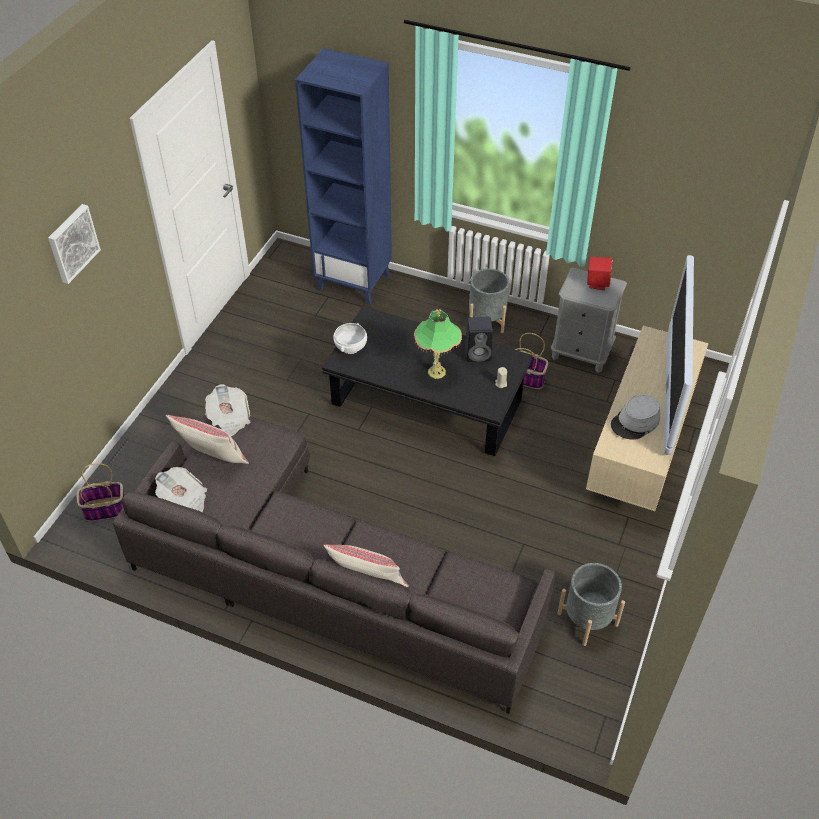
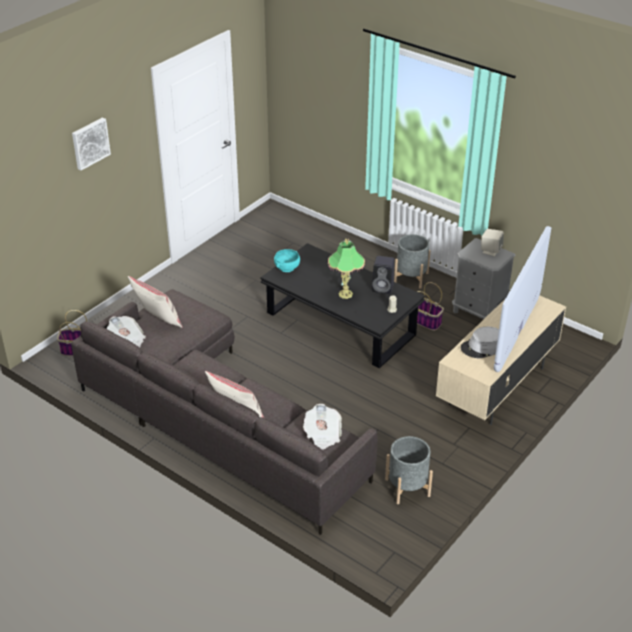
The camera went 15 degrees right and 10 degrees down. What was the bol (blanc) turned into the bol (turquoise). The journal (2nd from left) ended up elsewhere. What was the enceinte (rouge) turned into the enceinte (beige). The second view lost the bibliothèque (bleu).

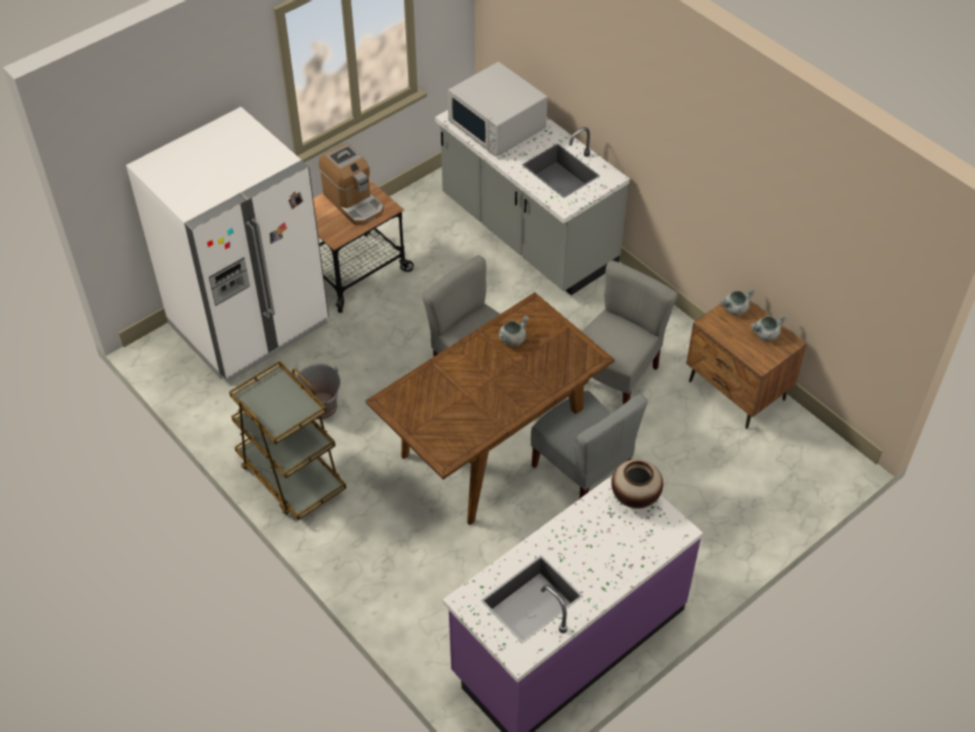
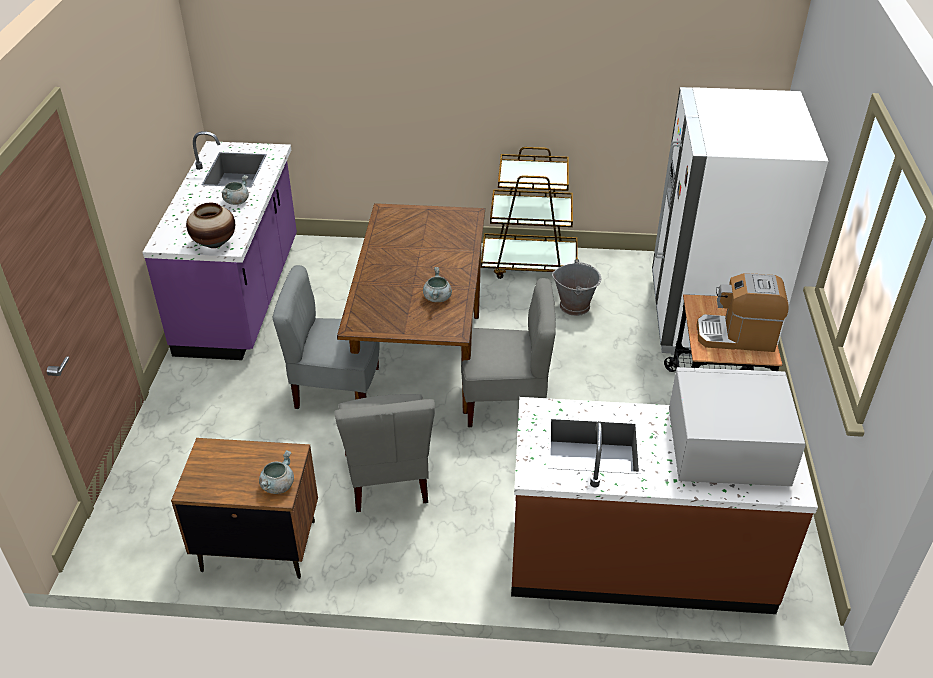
The camera went 135 degrees right and 10 degrees down. The marmite (gris) (3rd from left in the first image) ended up elsewhere. What was the comptoir de cuisine (gris) turned into the comptoir de cuisine (marron).

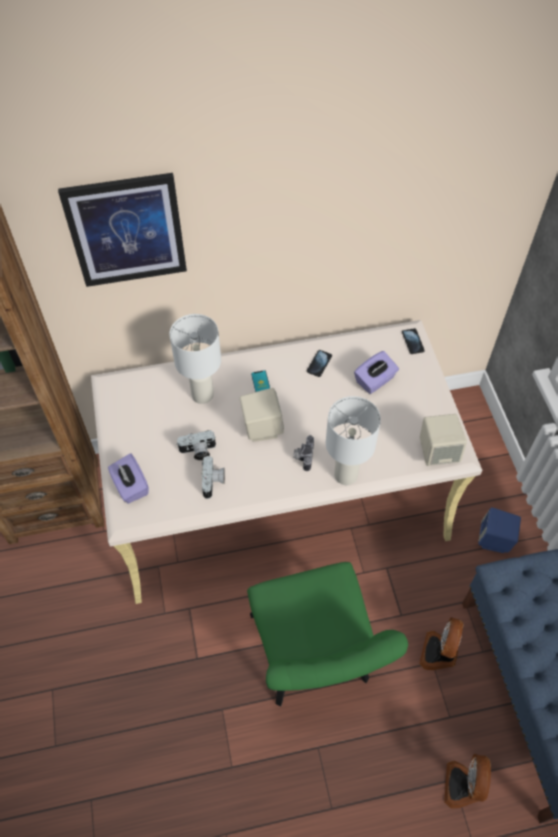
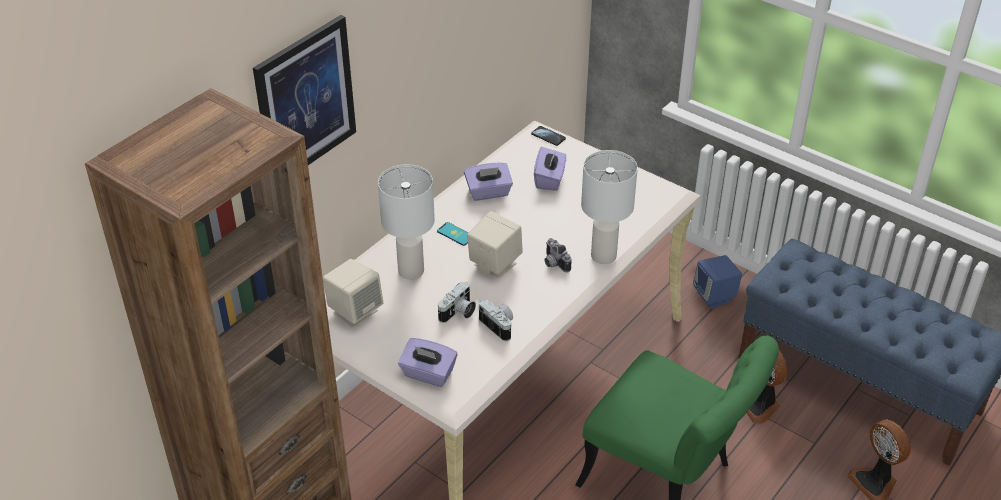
The camera went 40 degrees left and 15 degrees down. The enceinte (beige) (2nd from left in the first image) ended up elsewhere. Where the téléphone (2nd from left) stood, the boîte à mouchoirs (violet) (2nd from left) came to stand.

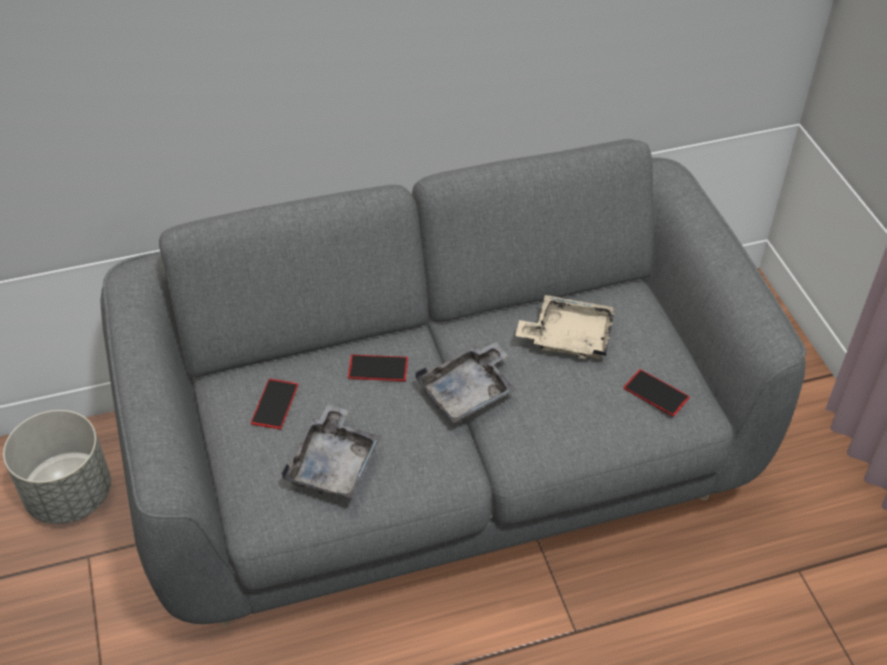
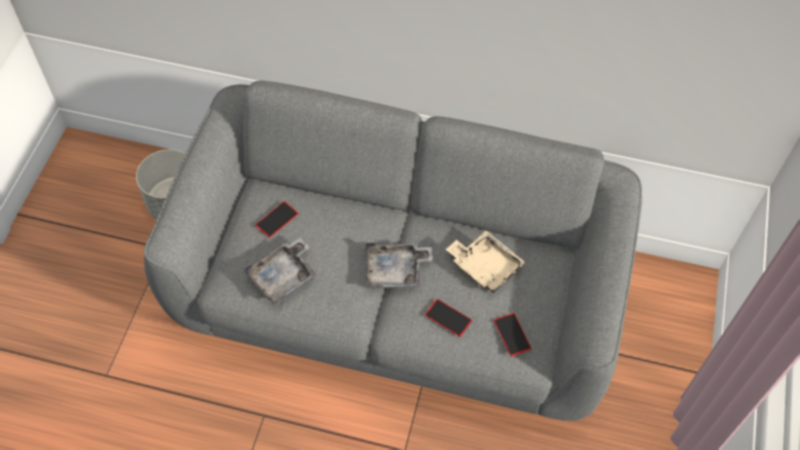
The camera went 30 degrees right and 10 degrees up. The téléphone (2nd from left) ended up elsewhere.

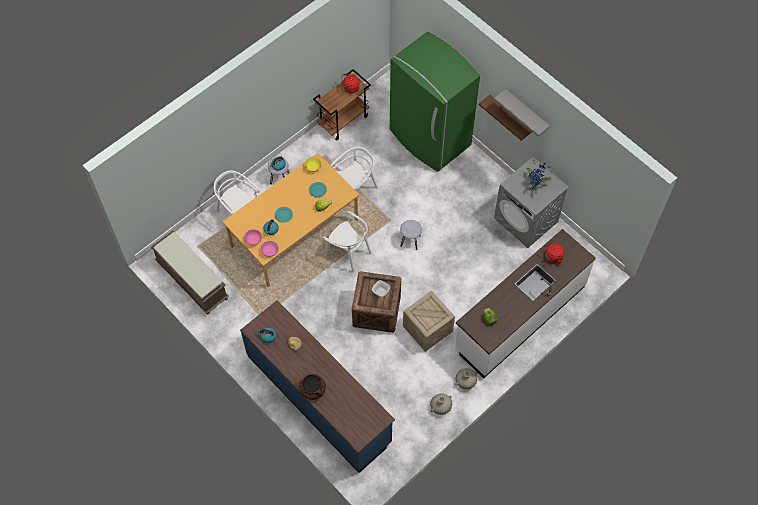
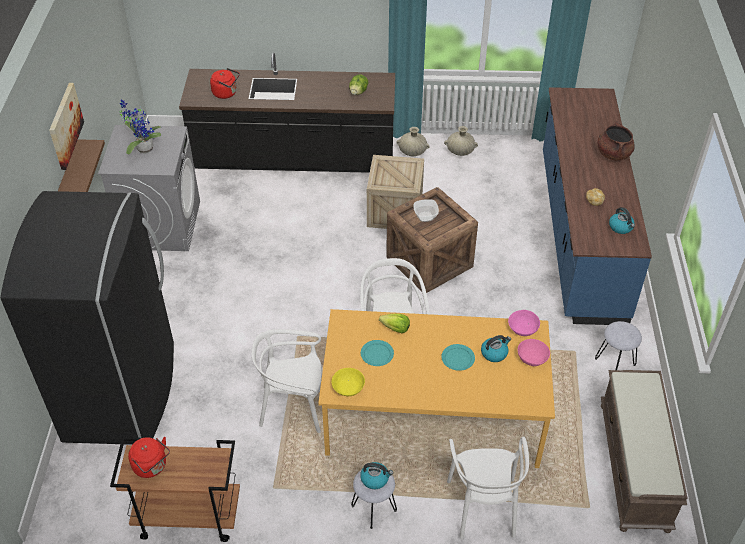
The camera went 135 degrees left and 15 degrees down. What was the réfrigérateur (vert) turned into the réfrigérateur (noir). Where the étagère (gris) hung, the tableau came to hang. What was the comptoir de cuisine (blanc) turned into the comptoir de cuisine (noir). The tabouret (gris) (2nd from left) ended up elsewhere.

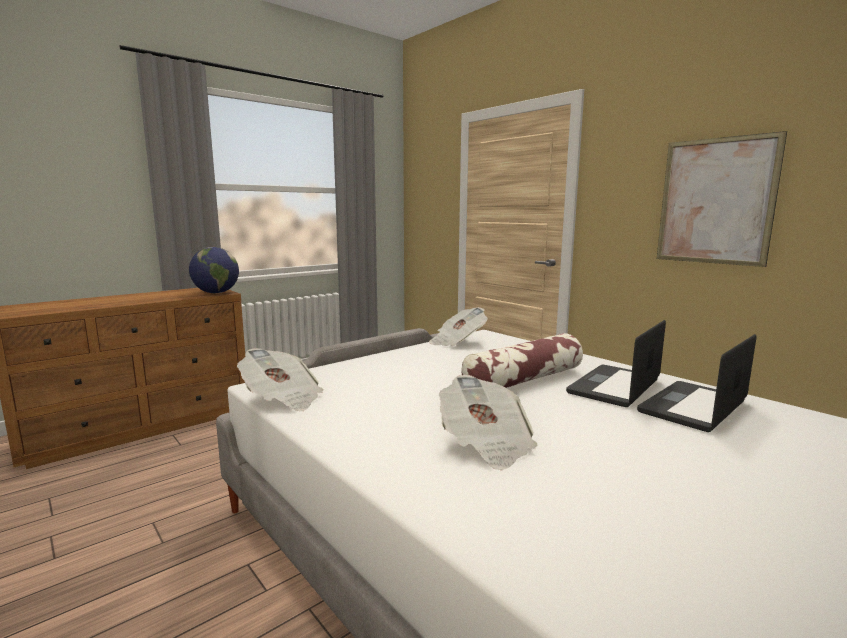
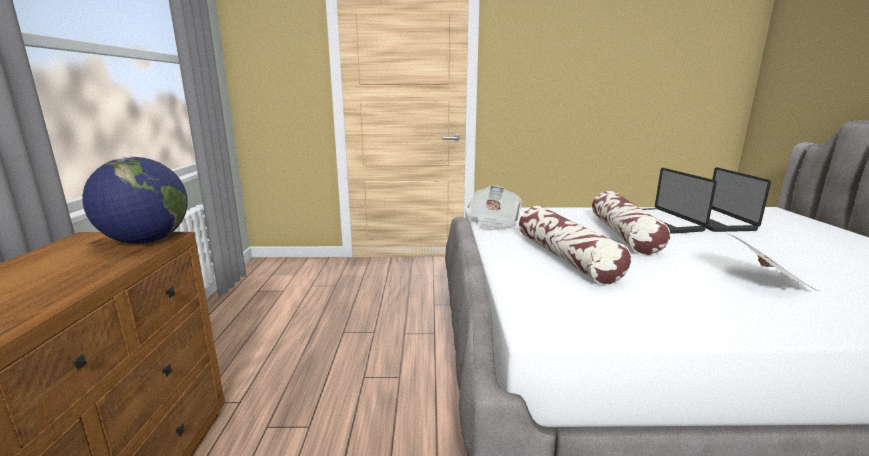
The camera went 50 degrees left and 5 degrees up. The second view gained the coussin (1st from left). The second view lost the journal (1st from left). The second view lost the tableau.

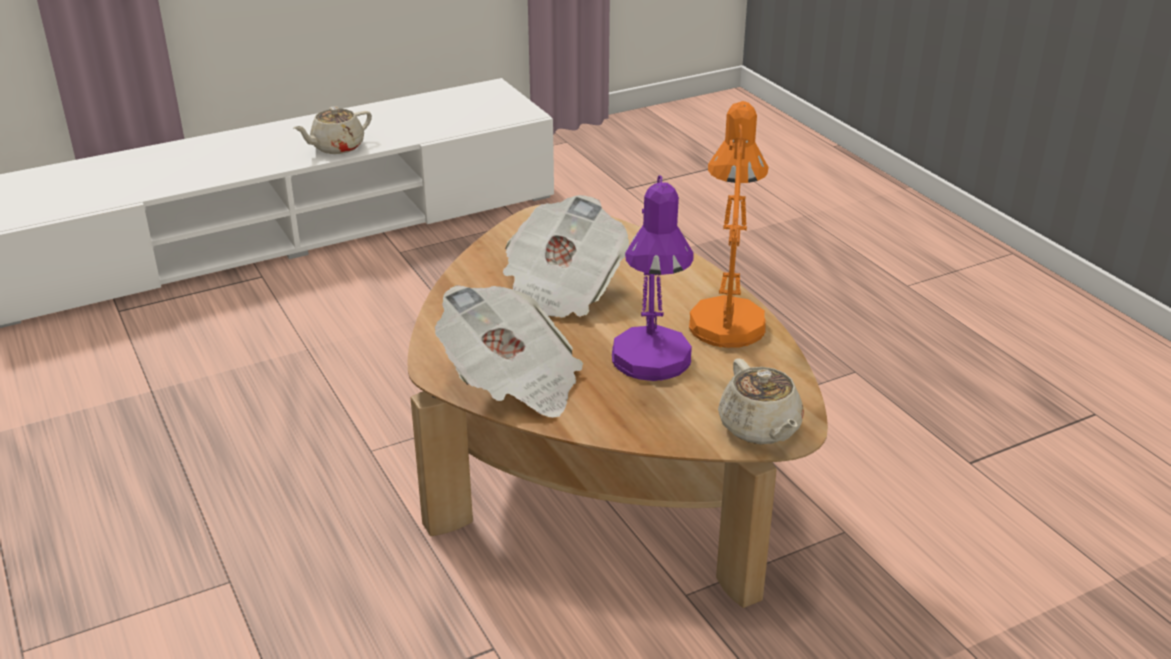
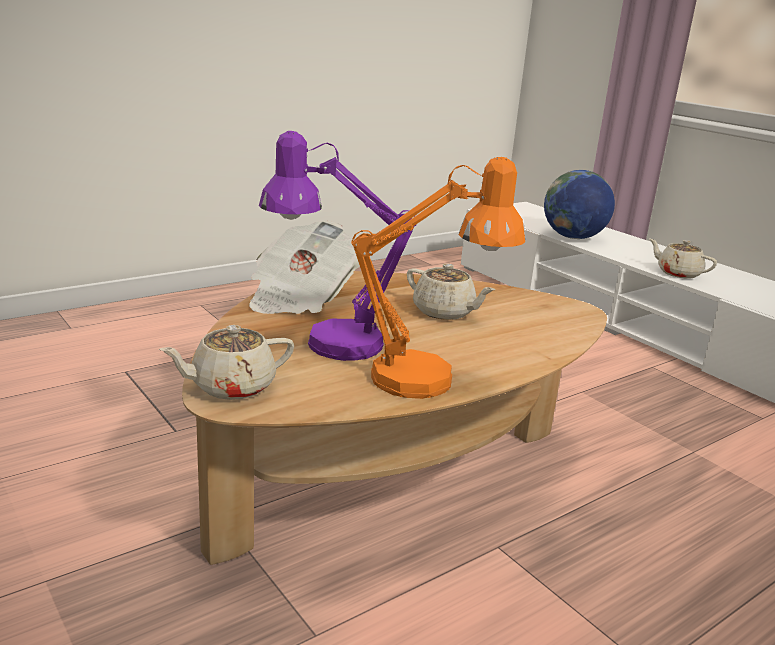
The camera went 80 degrees right and 10 degrees down. Where the journal (2nd from left) stood, the théière (beige) (2nd from left) came to stand. The second view gained the globe.

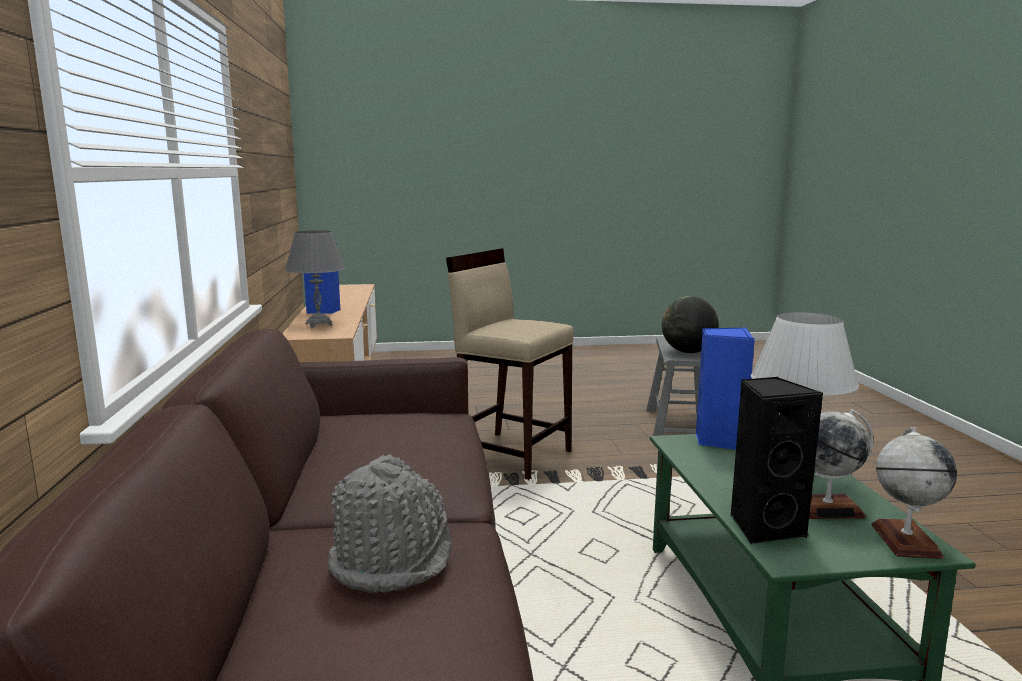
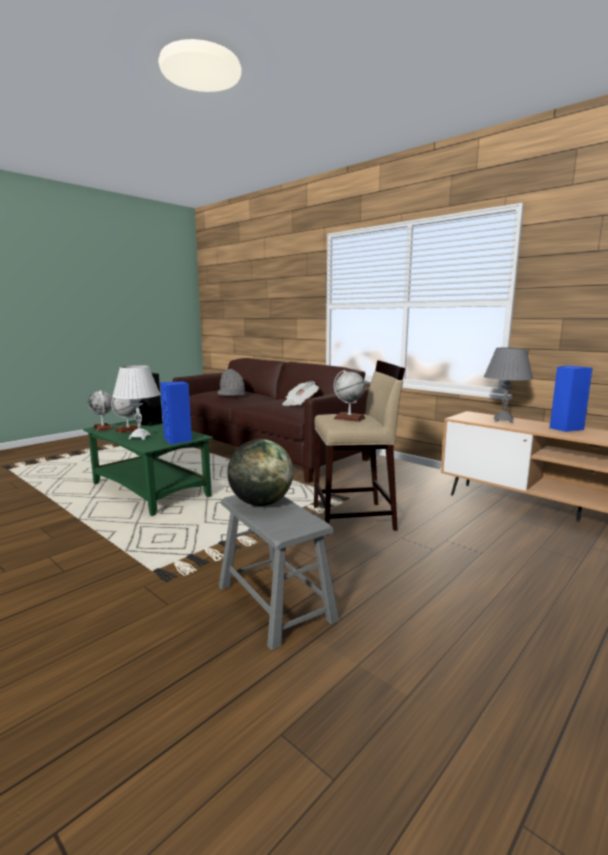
The camera went 140 degrees right and 0 degrees up. The second view gained the journal. The second view gained the globe (4th from left).

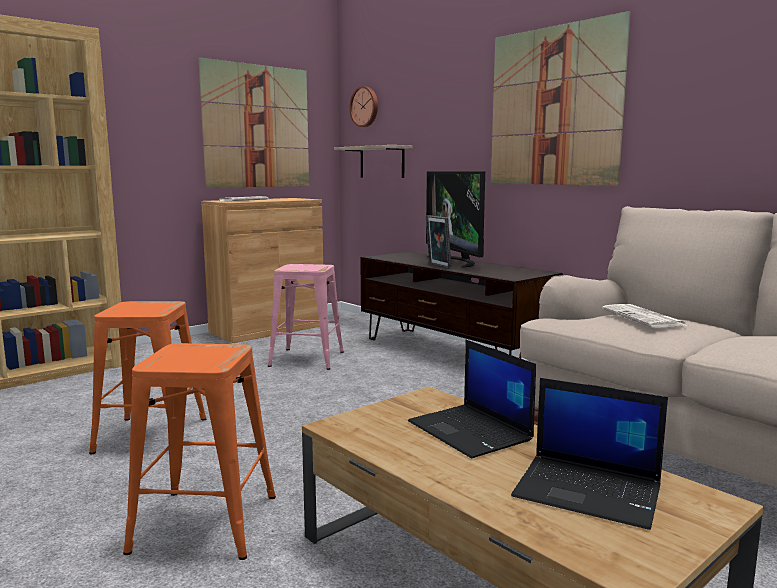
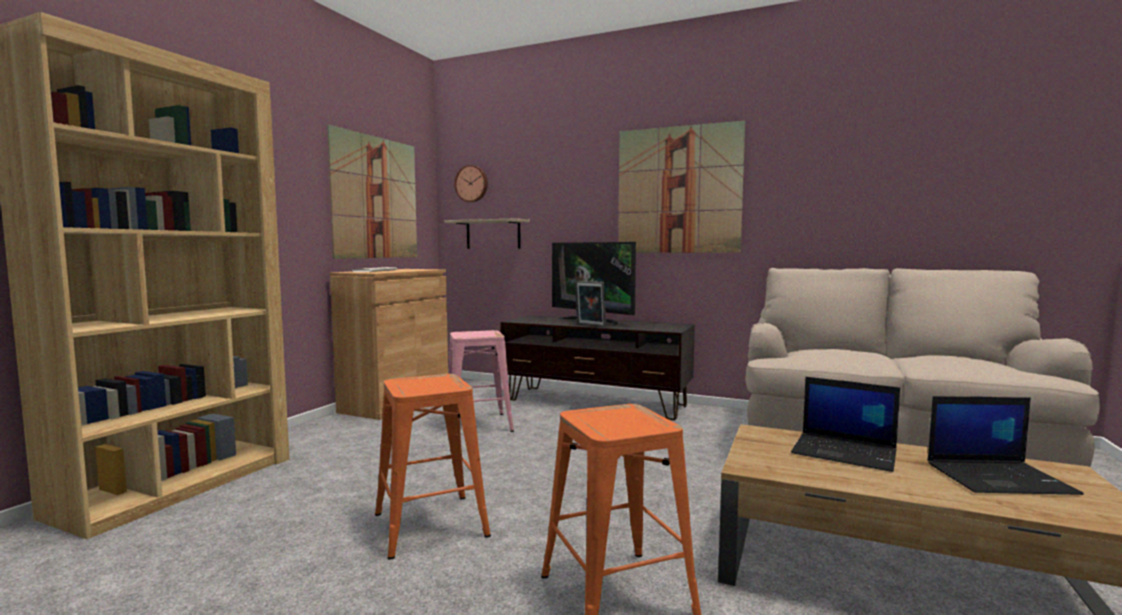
The camera went 25 degrees left and 5 degrees down. The second view lost the journal (2nd from left).

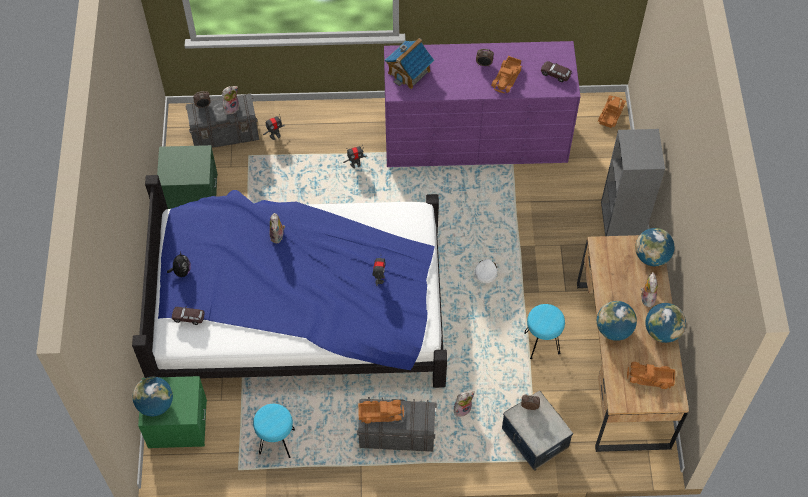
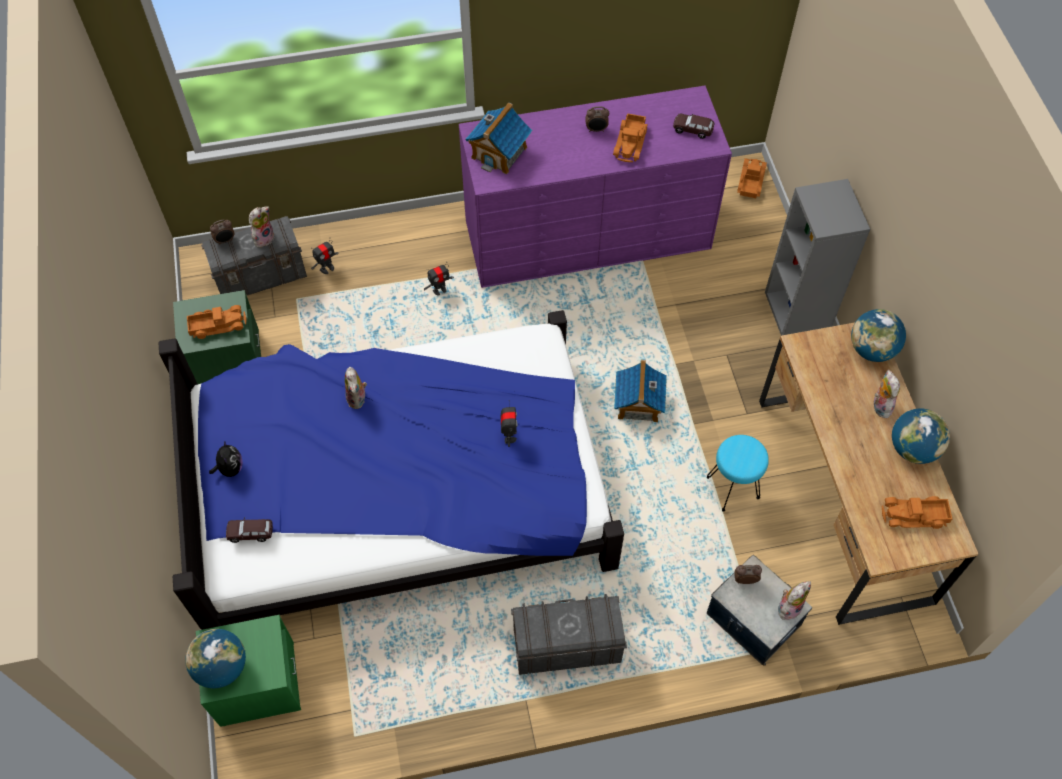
The camera went 10 degrees left and 0 degrees up. The camion jouet (1st from left) ended up elsewhere. Where the casquette (blanc) stood, the maison miniature (2nd from left) came to stand. The peluche (4th from left) ended up elsewhere. The second view lost the tabouret (turquoise) (1st from left). The second view lost the globe (2nd from left).

